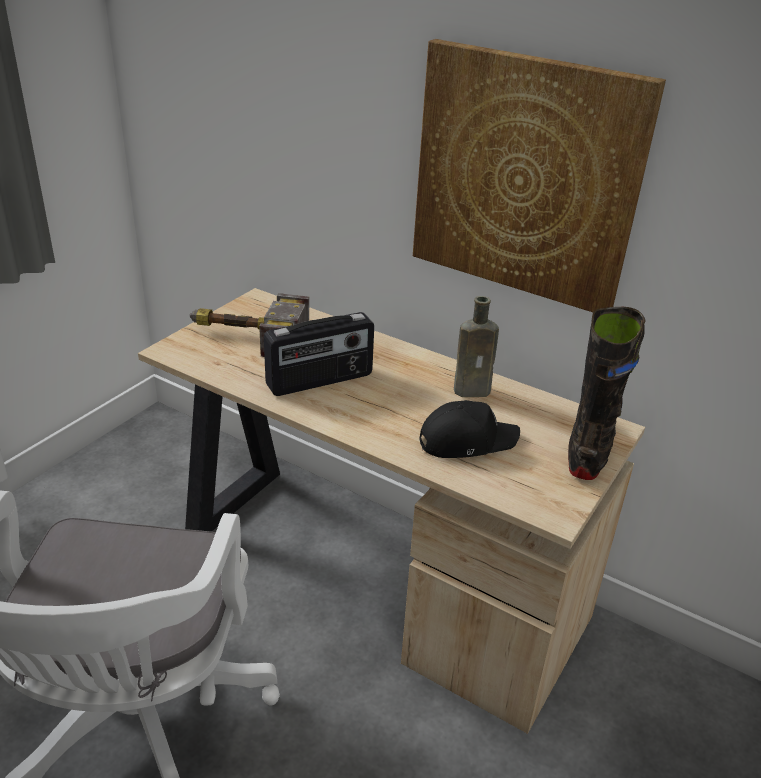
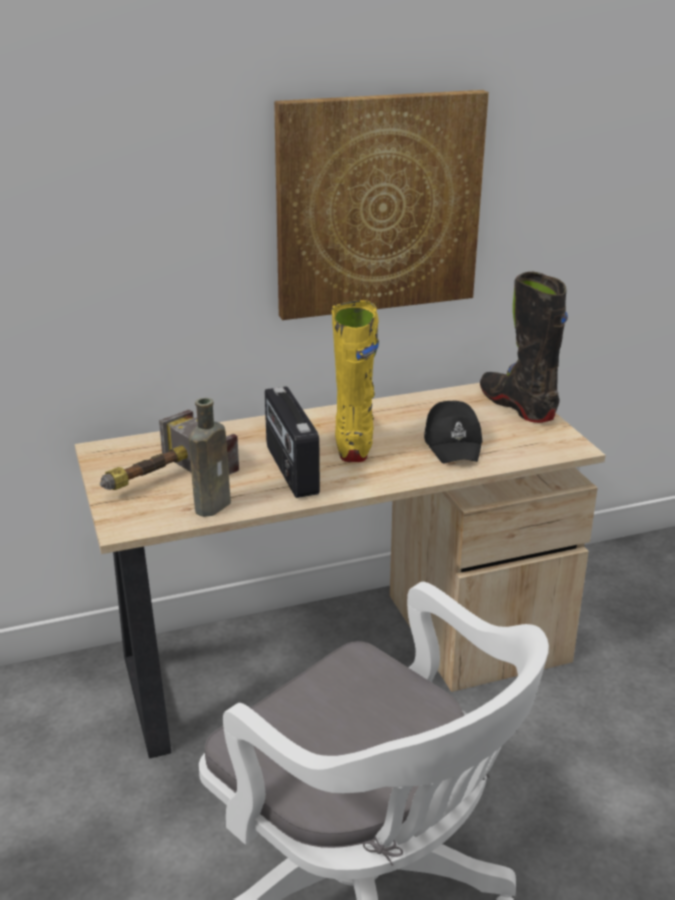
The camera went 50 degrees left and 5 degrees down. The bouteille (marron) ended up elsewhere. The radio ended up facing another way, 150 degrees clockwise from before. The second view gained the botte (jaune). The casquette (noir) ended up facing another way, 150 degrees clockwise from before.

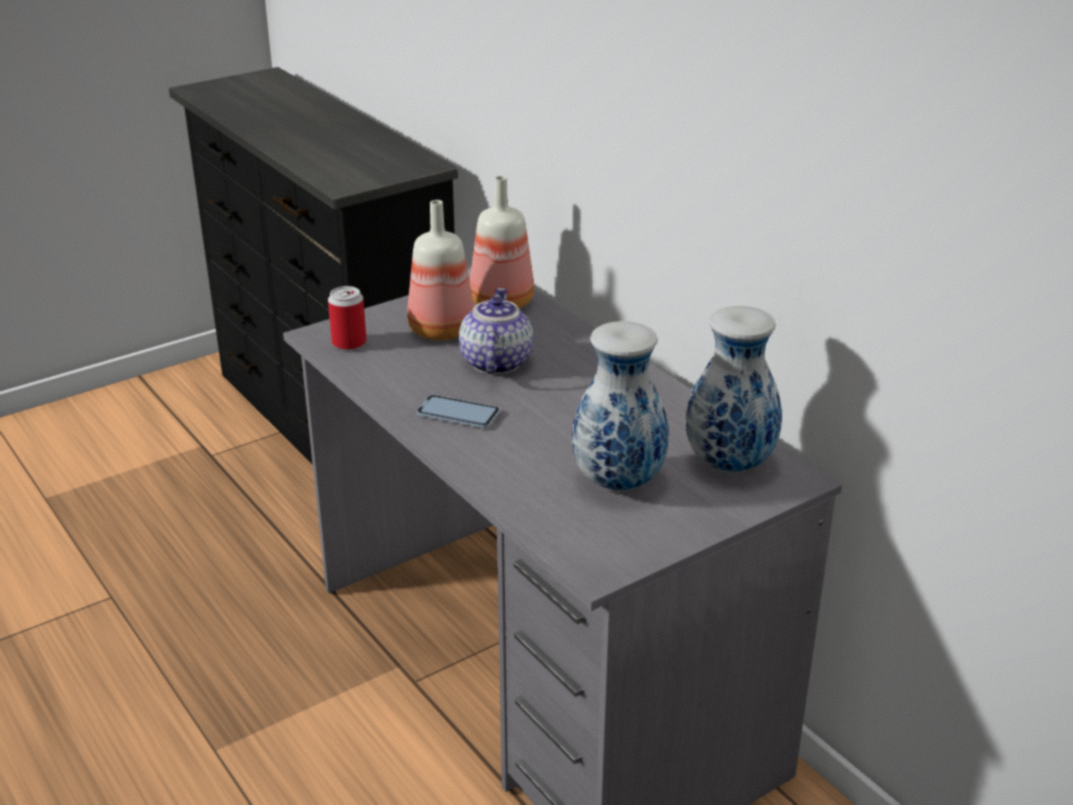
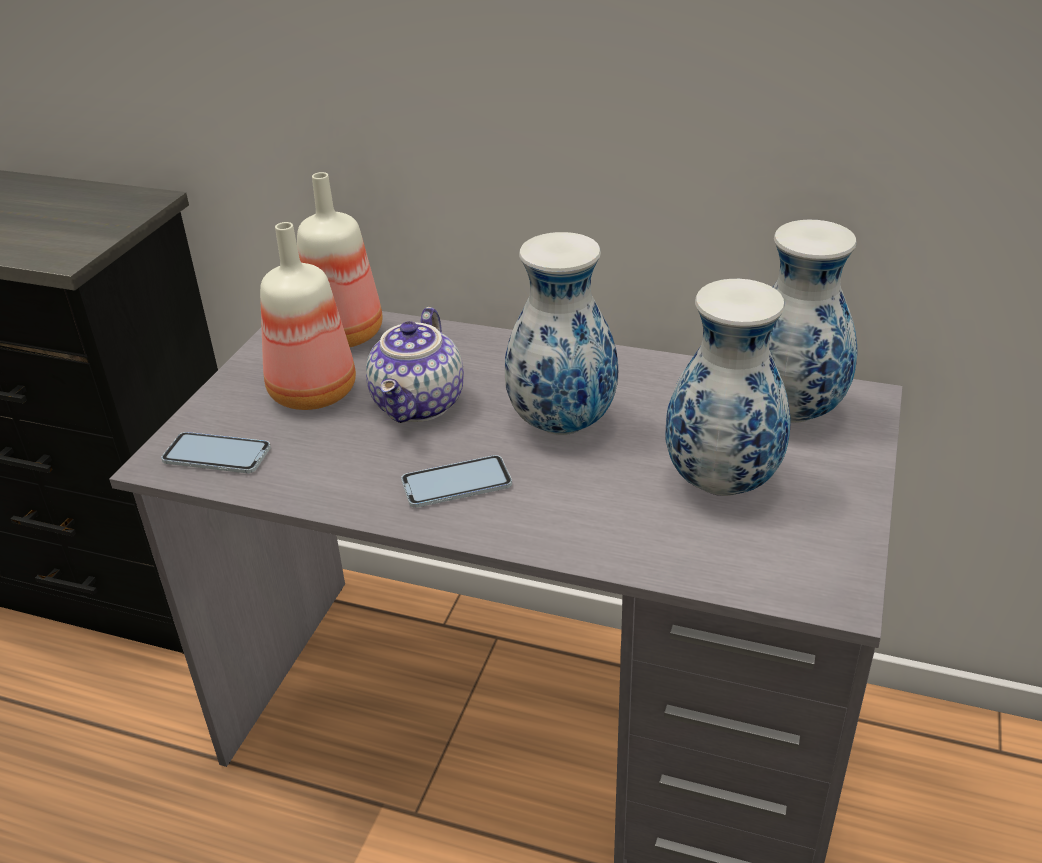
The camera went 35 degrees left and 5 degrees up. Where the boîte métallique stood, the téléphone (1st from left) came to stand. The théière ended up facing another way, 135 degrees counterclockwise from before. The second view gained the vase (1st from left).

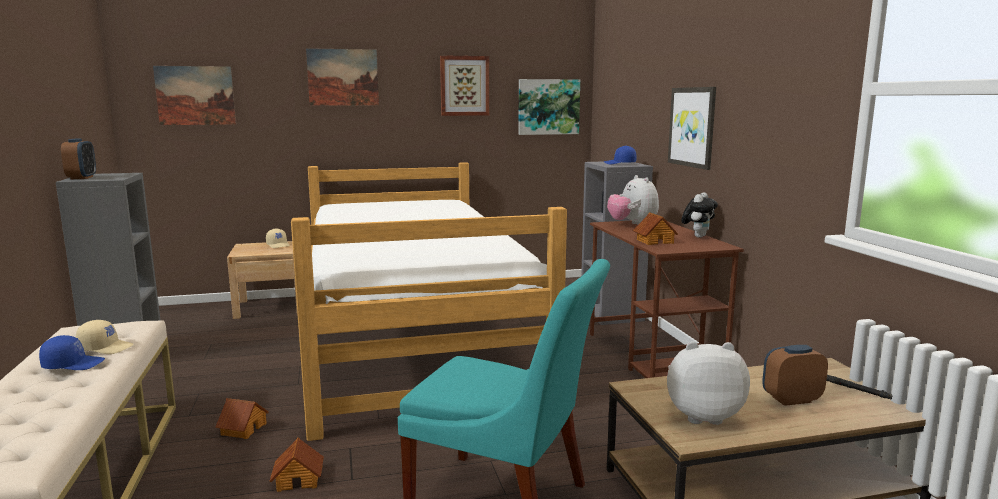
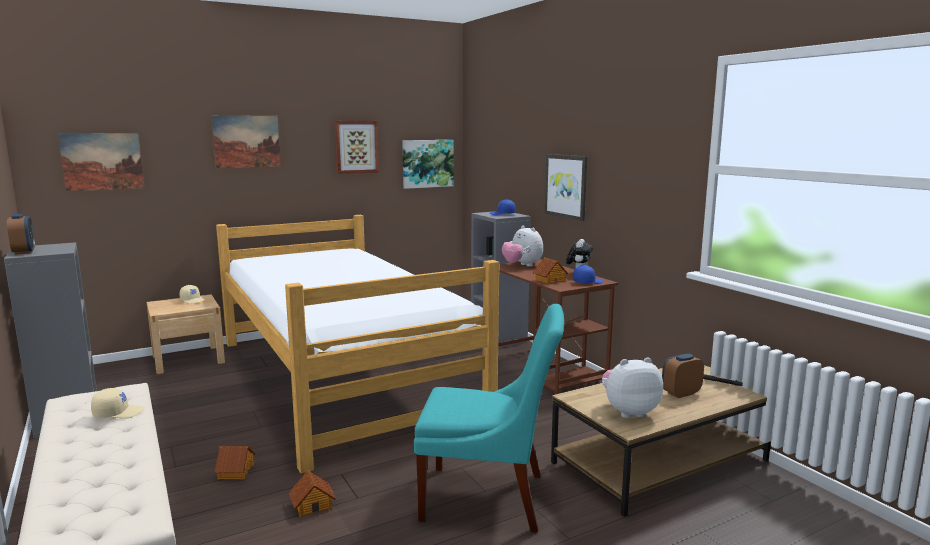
The camera went 15 degrees left and 0 degrees up. The casquette (bleu) (1st from left in the first image) ended up elsewhere.

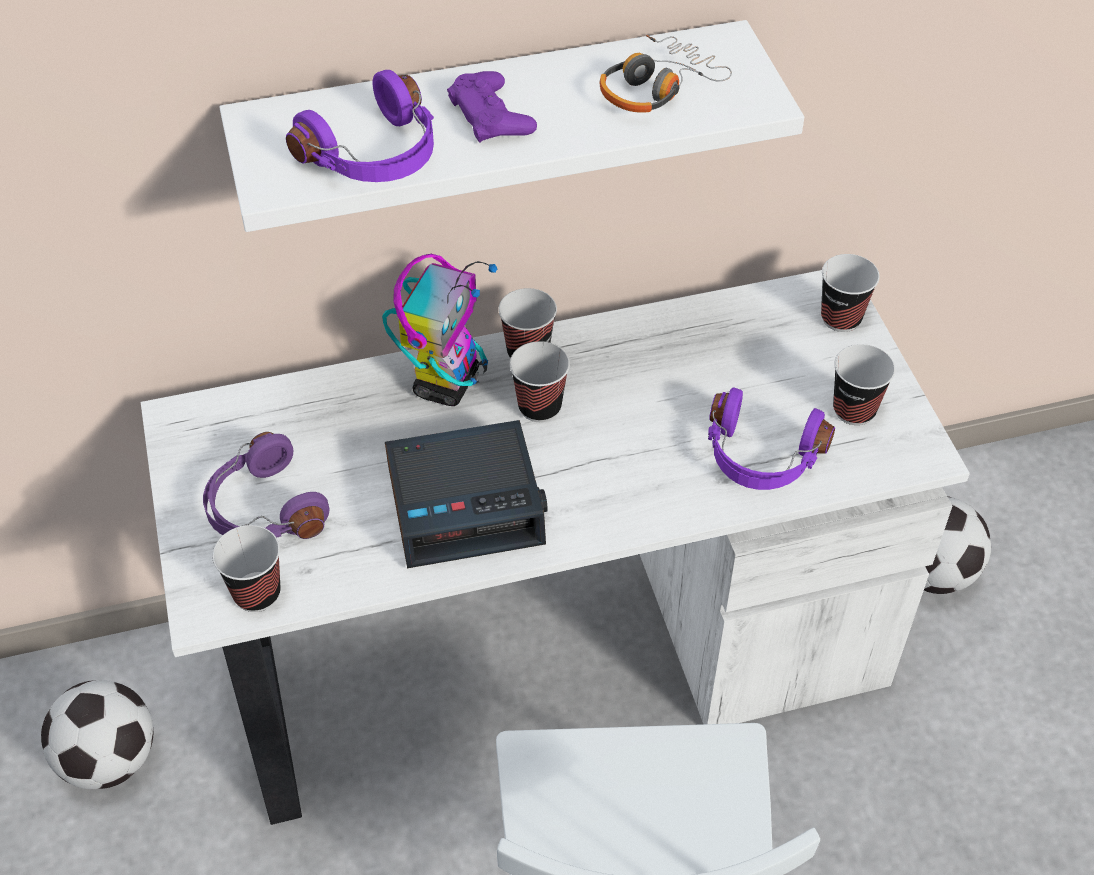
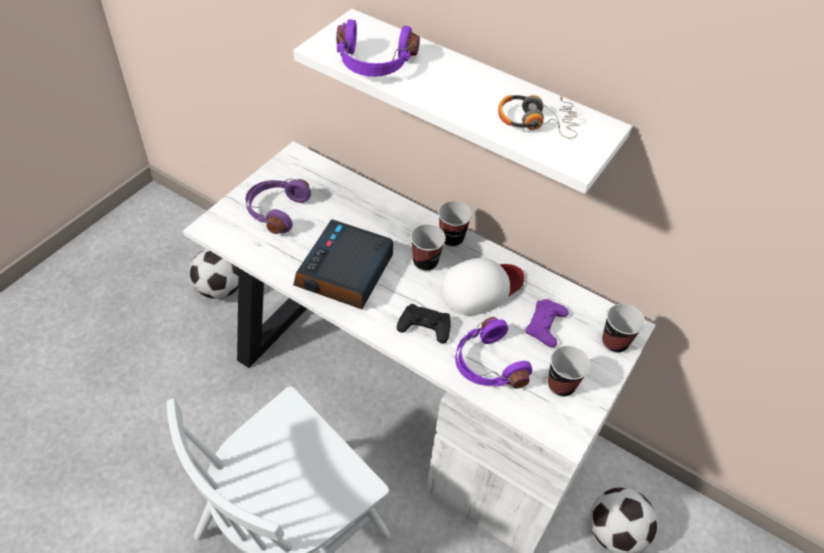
The camera went 45 degrees right and 0 degrees up. The réveil ended up facing another way, 75 degrees clockwise from before. The second view gained the manette (noir). The second view gained the casquette (blanc). The manette (violet) ended up elsewhere. The second view lost the tasse (1st from left). The second view lost the robot jouet.

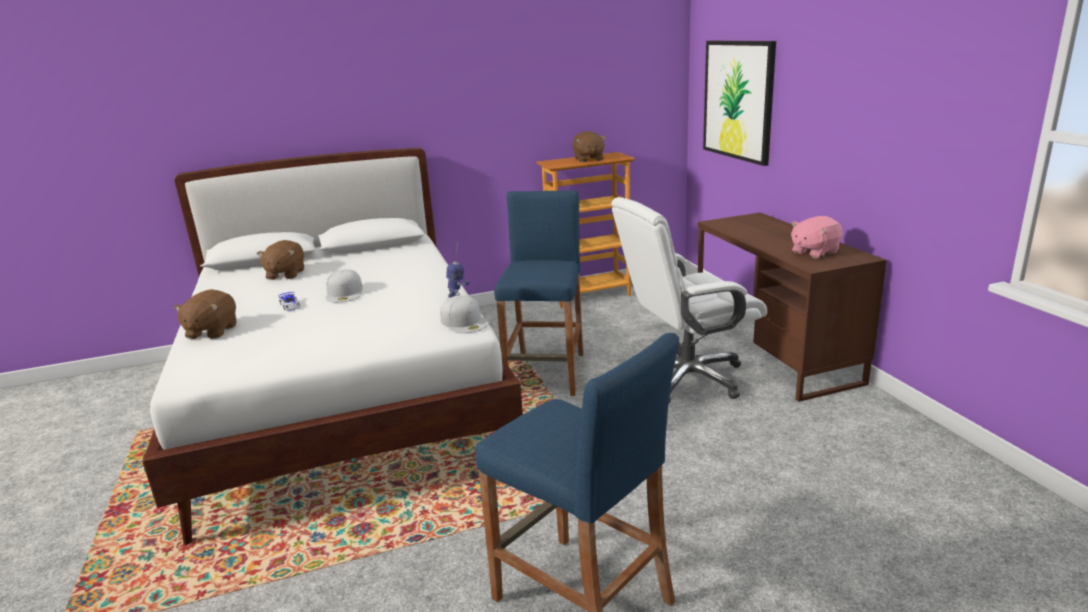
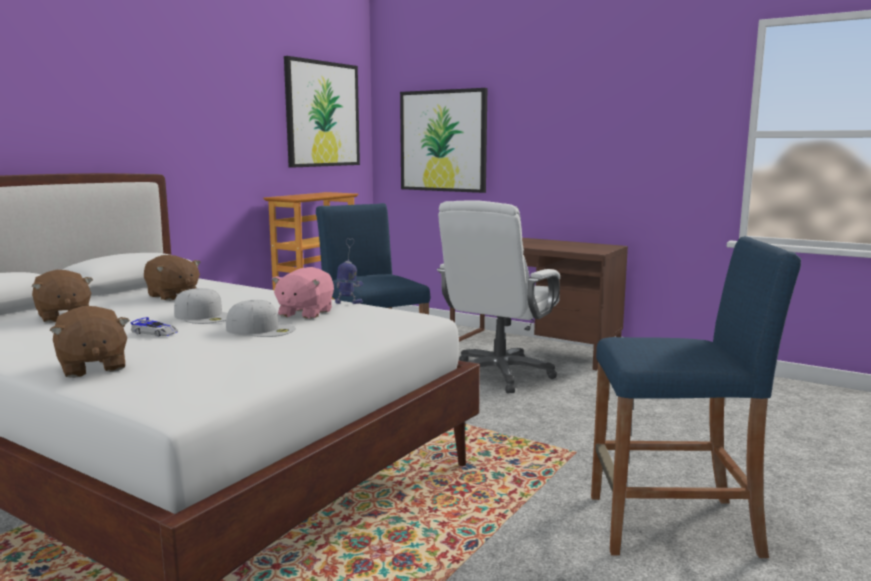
The camera went 40 degrees left and 10 degrees down. The peluche (marron) (3rd from left) ended up elsewhere. The casquette (blanc) (2nd from left) ended up elsewhere. The peluche (rose) ended up elsewhere. The second view gained the tableau (1st from left).

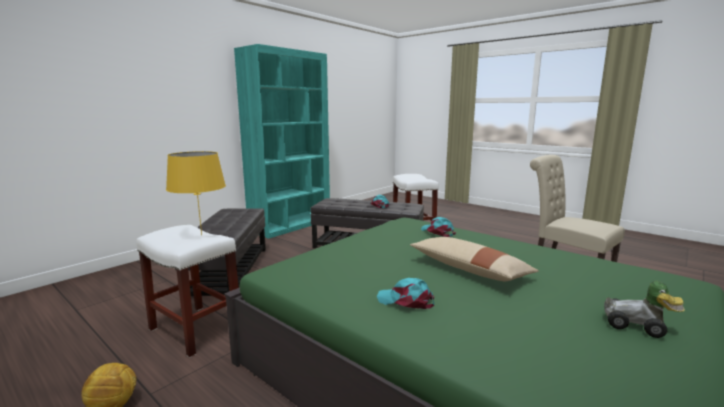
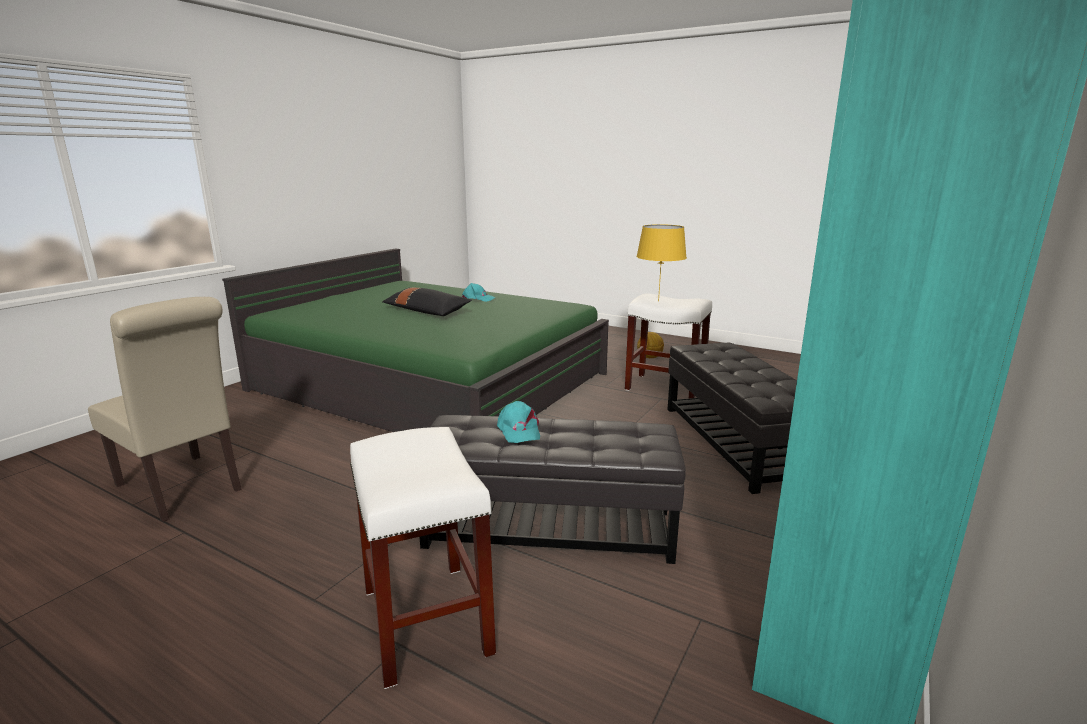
The camera went 170 degrees right and 5 degrees up. What was the coussin (beige) turned into the coussin (noir). The second view lost the casquette (turquoise) (3rd from left). The second view lost the petite voiture.

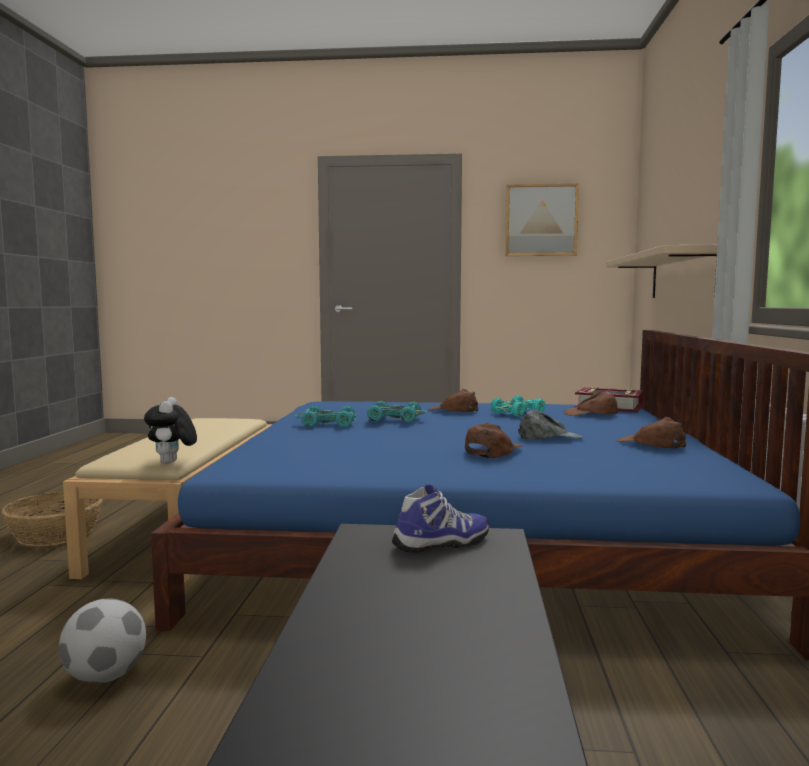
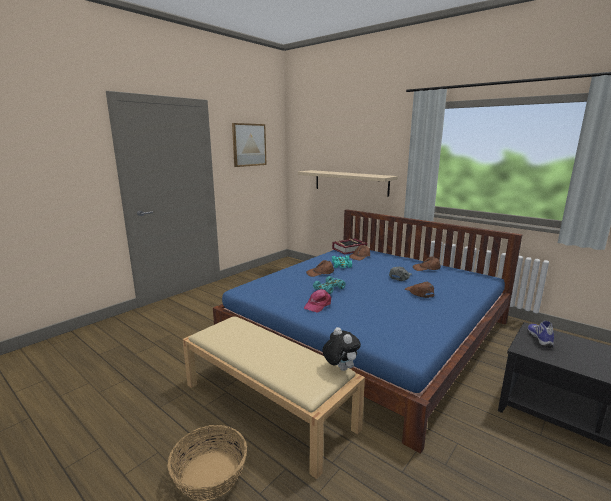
The camera went 55 degrees left and 10 degrees up. Where the petite voiture (turquoise) (1st from left) stood, the casquette (rose) came to stand. The peluche ended up facing another way, 150 degrees counterclockwise from before. The second view lost the ballon de foot.

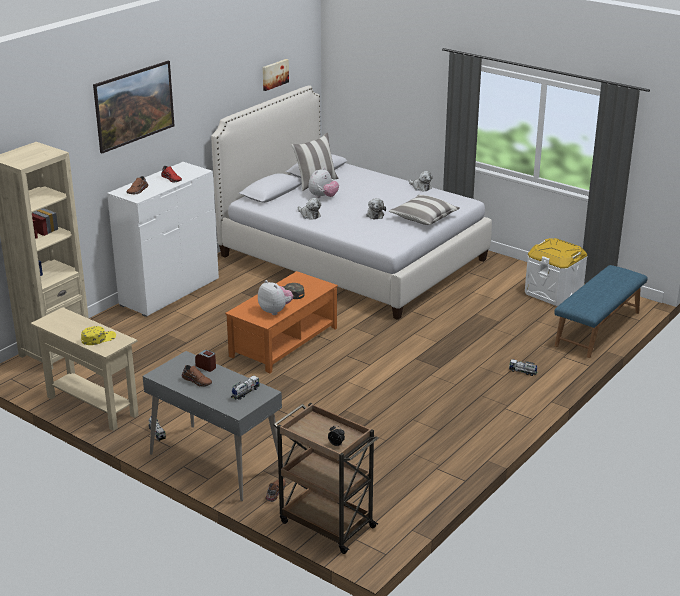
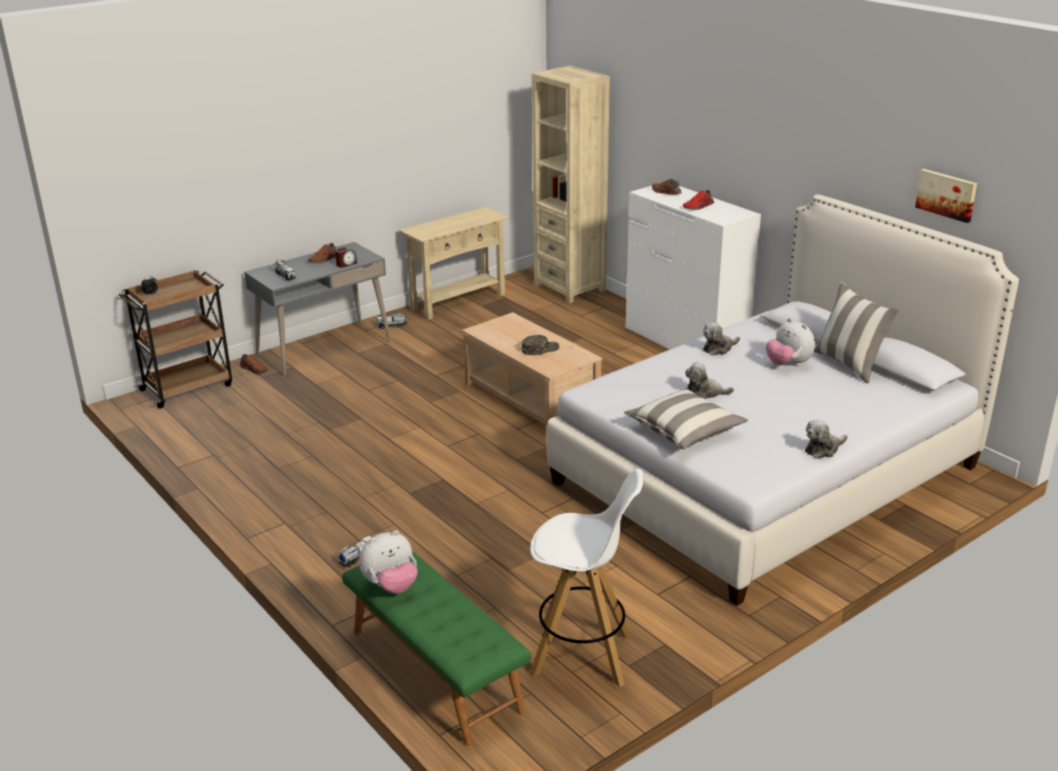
The camera went 105 degrees right and 0 degrees up. What was the banc (bleu) turned into the banc (vert). The peluche (1st from left) ended up elsewhere. What was the table basse (orange) turned into the table basse (beige). Where the boîte de rangement (blanc) stood, the tabouret (blanc) came to stand. The second view lost the casquette (jaune). The second view lost the tableau (1st from left).

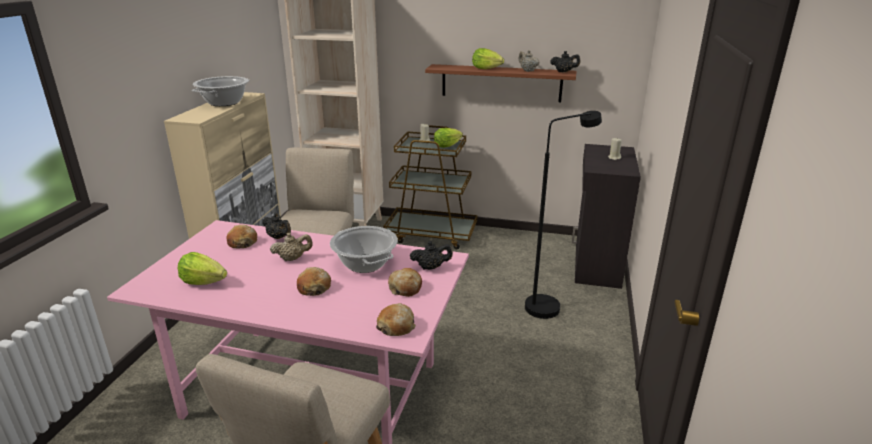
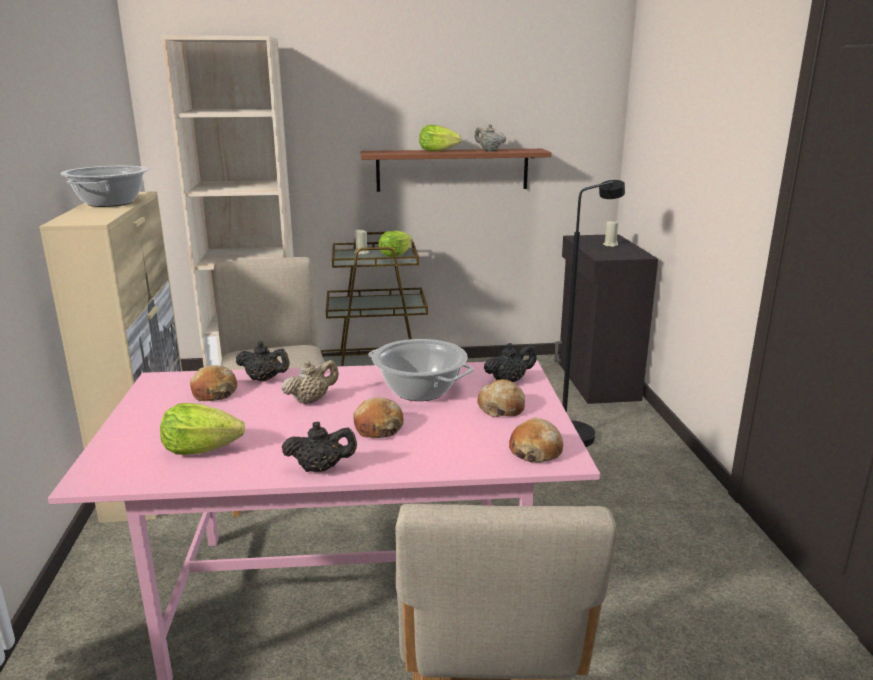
The camera went 20 degrees left and 5 degrees down. The théière (noir) (3rd from left in the first image) ended up elsewhere.

